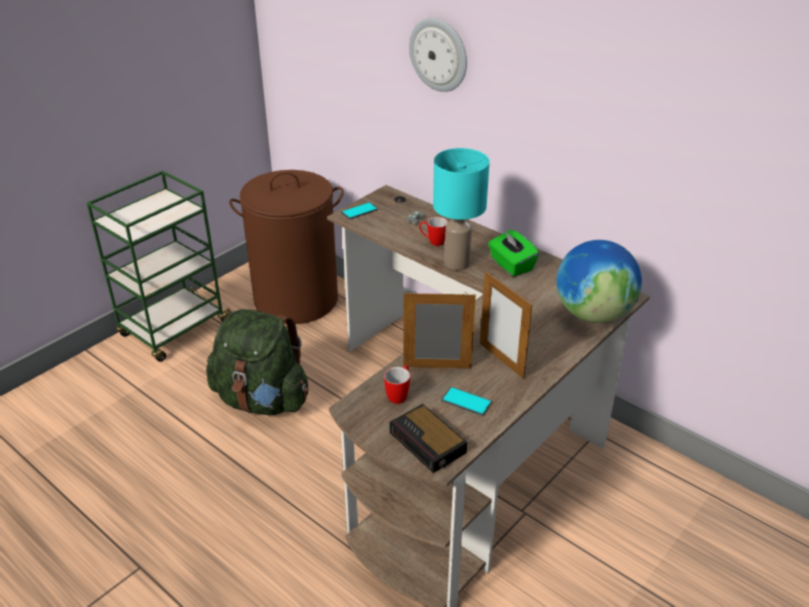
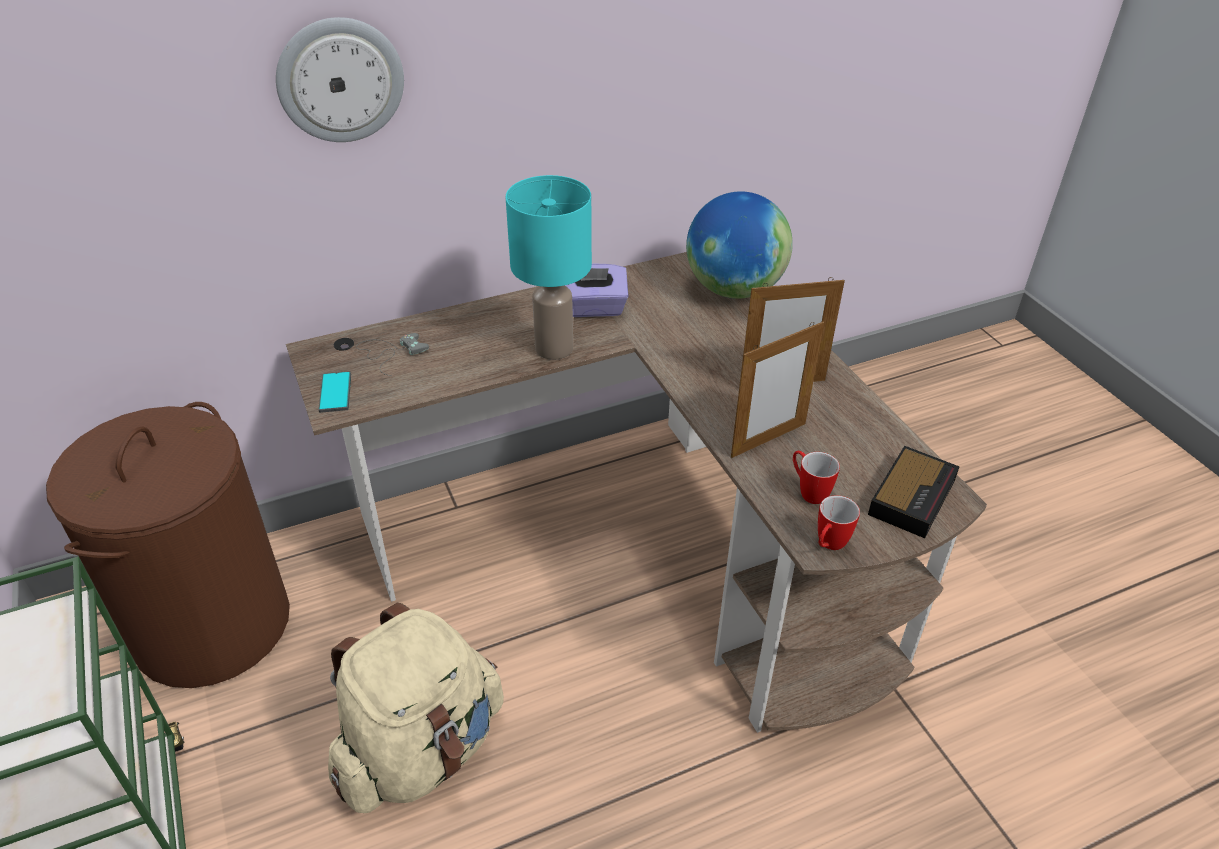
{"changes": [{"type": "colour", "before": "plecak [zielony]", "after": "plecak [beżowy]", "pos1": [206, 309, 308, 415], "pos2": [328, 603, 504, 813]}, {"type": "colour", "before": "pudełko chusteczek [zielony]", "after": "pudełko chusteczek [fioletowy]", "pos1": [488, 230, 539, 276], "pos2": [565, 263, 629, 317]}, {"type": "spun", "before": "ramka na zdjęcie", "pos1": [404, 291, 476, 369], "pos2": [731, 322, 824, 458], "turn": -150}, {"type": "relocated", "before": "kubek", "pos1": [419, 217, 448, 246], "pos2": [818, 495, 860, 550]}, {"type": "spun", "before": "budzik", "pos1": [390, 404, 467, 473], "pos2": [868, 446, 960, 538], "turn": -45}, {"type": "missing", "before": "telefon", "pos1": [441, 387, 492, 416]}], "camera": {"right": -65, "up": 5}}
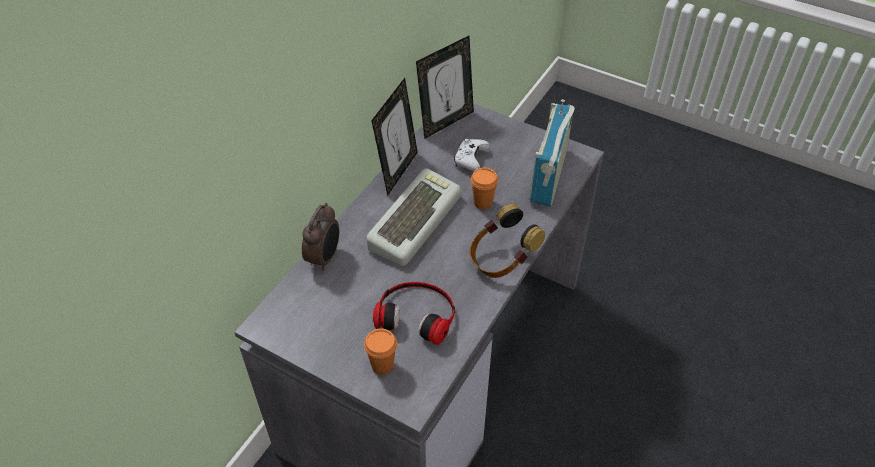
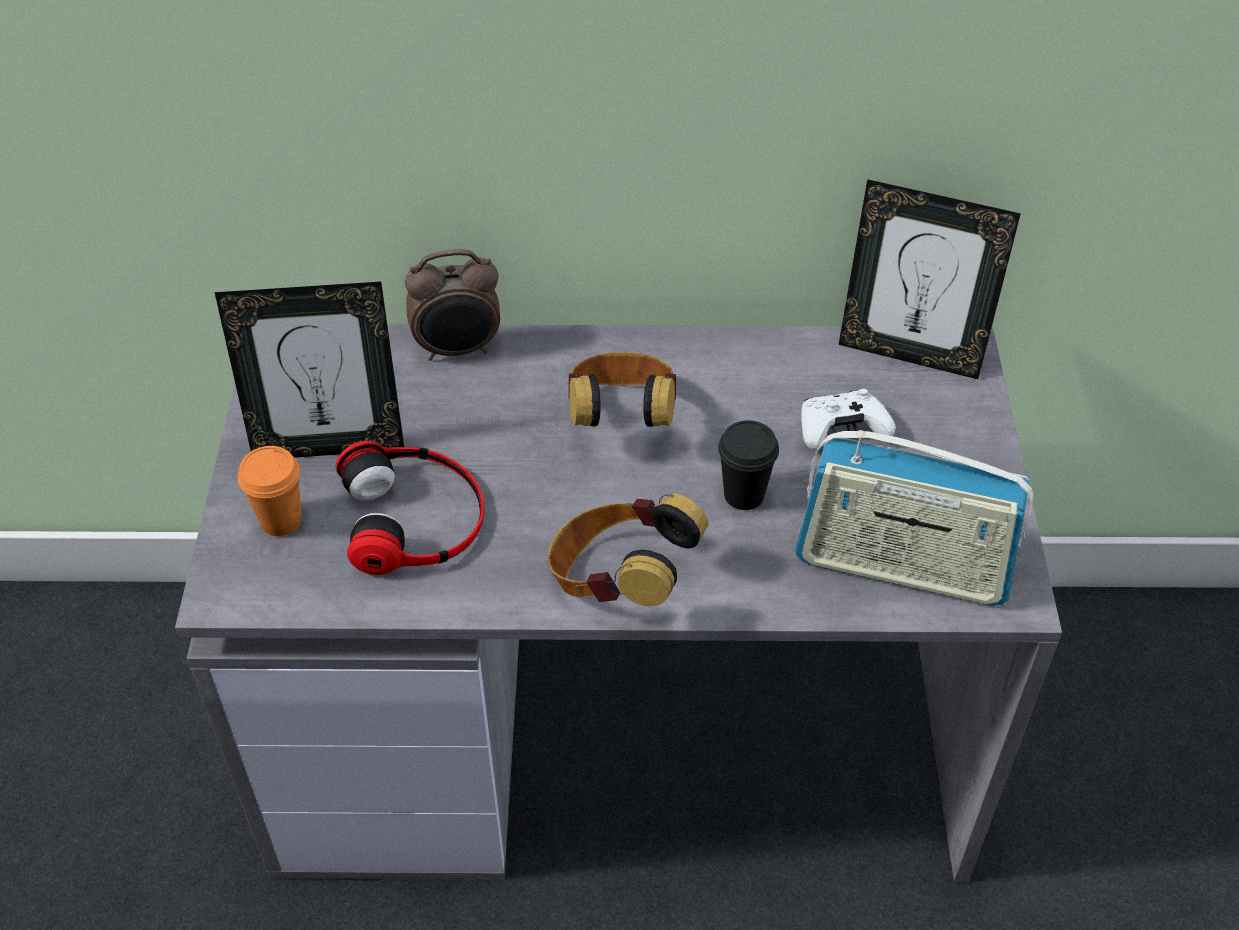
{"changes": [{"type": "relocated", "before": "ramka na zdjęcie", "pos1": [371, 78, 418, 196], "pos2": [215, 282, 404, 458]}, {"type": "exchanged", "before": "klawiatura", "after": "słuchawki", "pos1": [367, 168, 461, 266], "pos2": [568, 352, 676, 427]}, {"type": "colour", "before": "filiżanka [pomarańczowy]", "after": "filiżanka [czarny]", "pos1": [471, 167, 498, 209], "pos2": [718, 420, 779, 510]}, {"type": "spun", "before": "radio", "pos1": [530, 99, 575, 207], "pos2": [795, 430, 1034, 606], "turn": -150}], "camera": {"right": 60, "up": 0}}
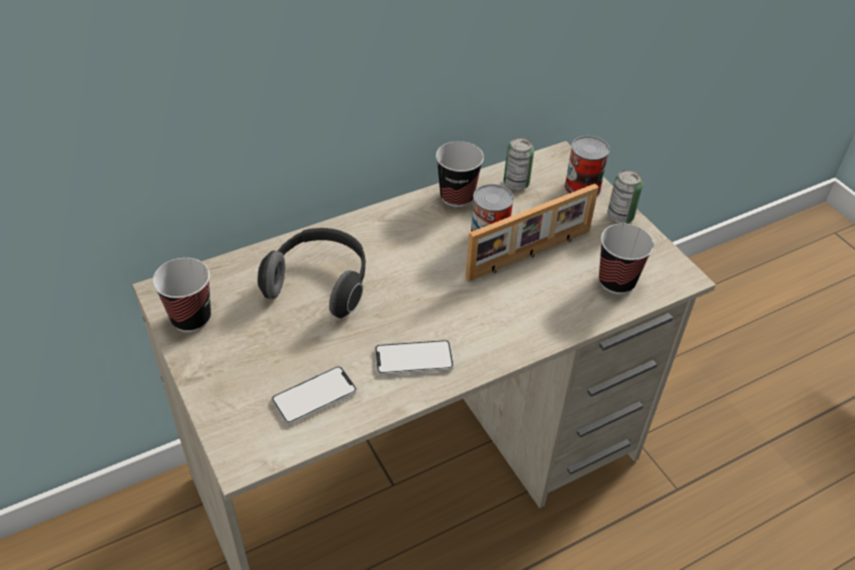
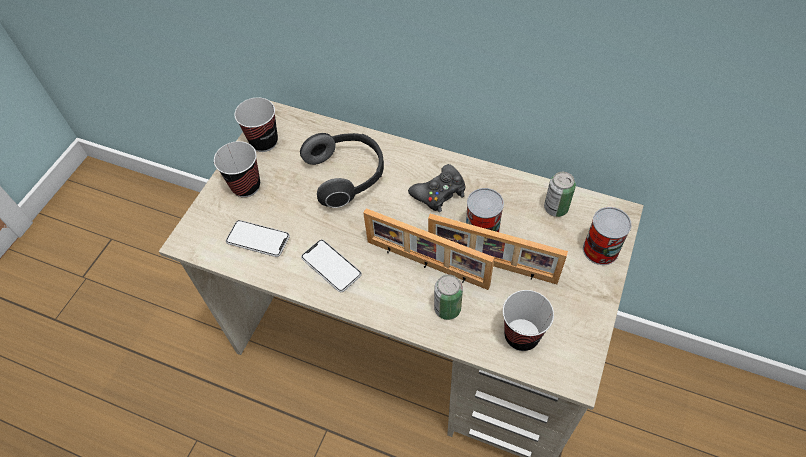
{"changes": [{"type": "relocated", "before": "filiżanka", "pos1": [436, 141, 484, 207], "pos2": [214, 141, 260, 197]}, {"type": "appeared", "after": "ramka na zdjęcie", "pos2": [363, 208, 495, 290]}, {"type": "appeared", "after": "pad do gier [czarny]", "pos2": [408, 164, 465, 212]}, {"type": "relocated", "before": "puszka", "pos1": [607, 170, 643, 224], "pos2": [434, 274, 463, 320]}], "camera": {"right": 55, "up": 10}}
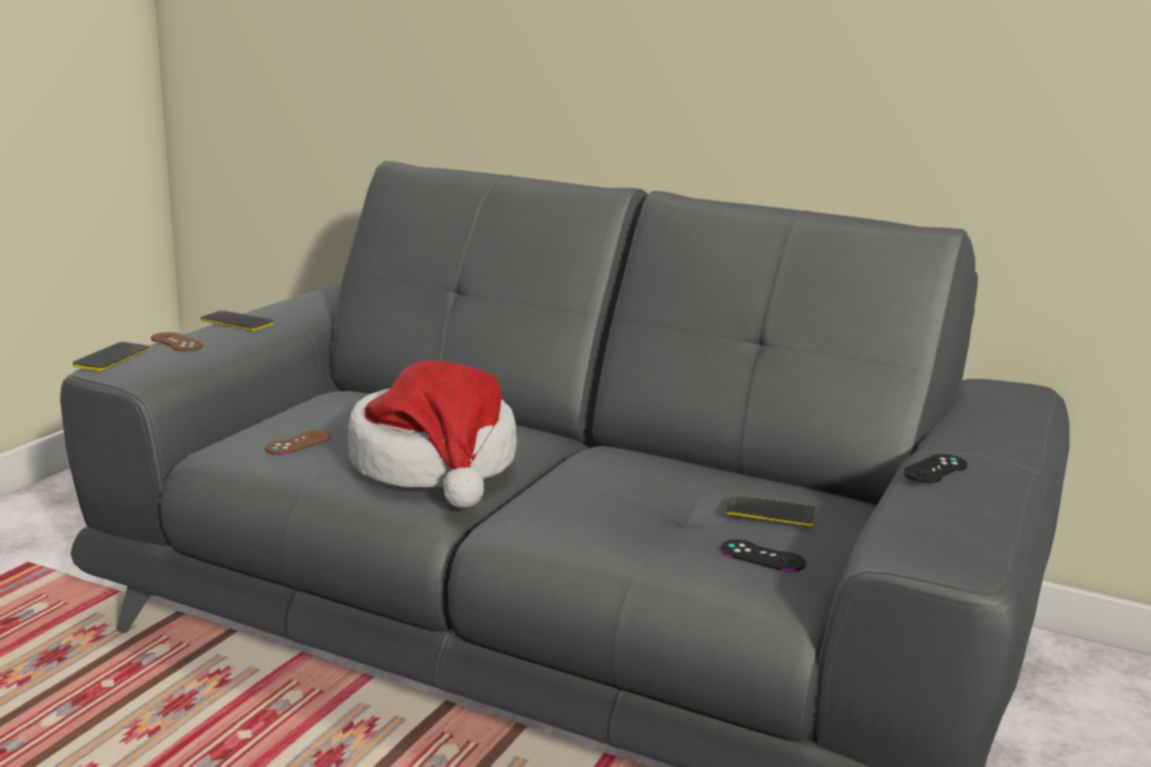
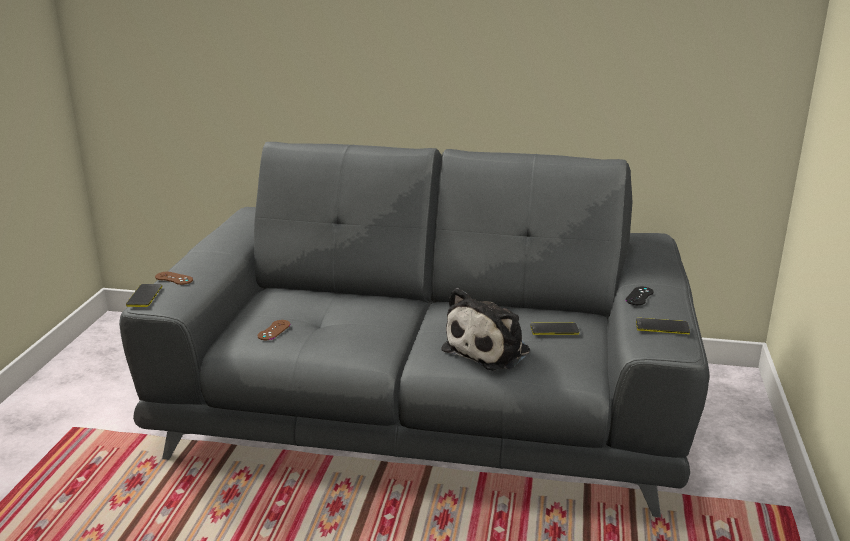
{"changes": [{"type": "appeared", "after": "pluszak", "pos2": [441, 288, 530, 370]}, {"type": "relocated", "before": "telefon", "pos1": [201, 310, 274, 331], "pos2": [636, 318, 690, 334]}, {"type": "missing", "before": "kapelusz", "pos1": [348, 360, 517, 508]}, {"type": "missing", "before": "pad do gier [czarny]", "pos1": [721, 540, 806, 572]}], "camera": {"right": -15, "up": 5}}
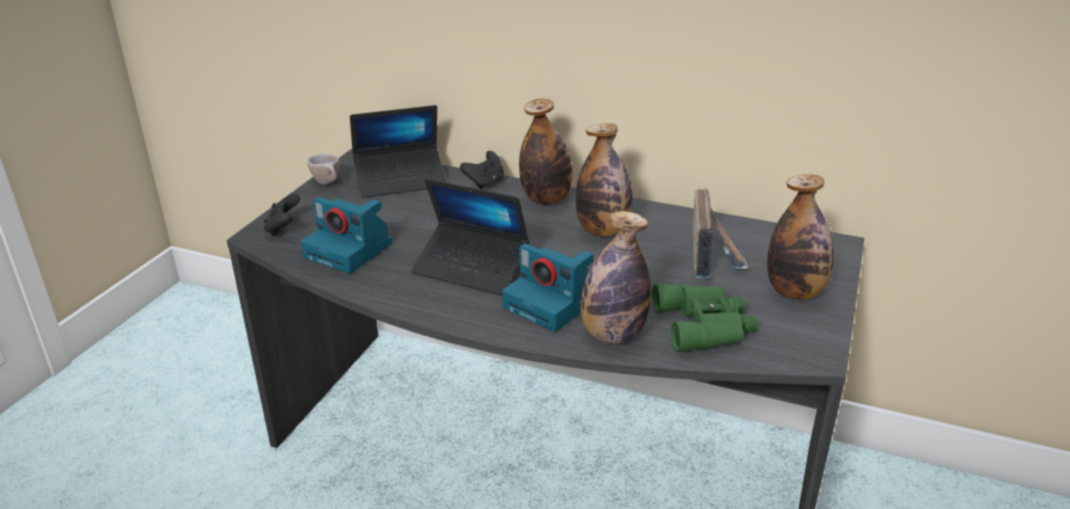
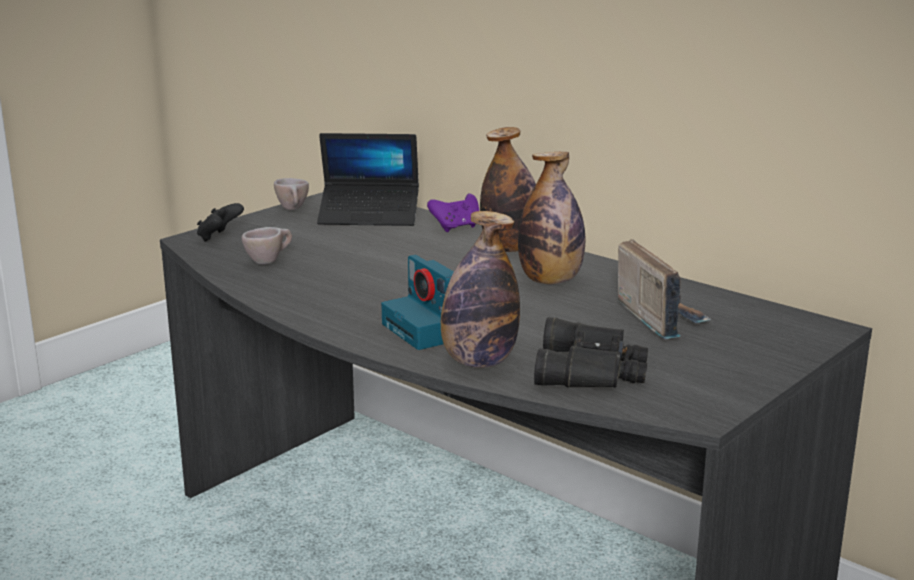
{"changes": [{"type": "exchanged", "before": "aparat fotograficzny", "after": "filiżanka [beżowy]", "pos1": [301, 197, 392, 273], "pos2": [242, 227, 292, 265]}, {"type": "colour", "before": "pad do gier [czarny]", "after": "pad do gier [fioletowy]", "pos1": [460, 151, 504, 189], "pos2": [427, 193, 479, 232]}, {"type": "colour", "before": "lornetka [zielony]", "after": "lornetka [czarny]", "pos1": [652, 283, 758, 352], "pos2": [534, 317, 648, 388]}, {"type": "spun", "before": "radio", "pos1": [693, 188, 749, 278], "pos2": [618, 239, 711, 339], "turn": -45}, {"type": "missing", "before": "laptop", "pos1": [411, 179, 529, 295]}, {"type": "missing", "before": "butelka", "pos1": [767, 174, 834, 300]}], "camera": {"right": 20, "up": -10}}
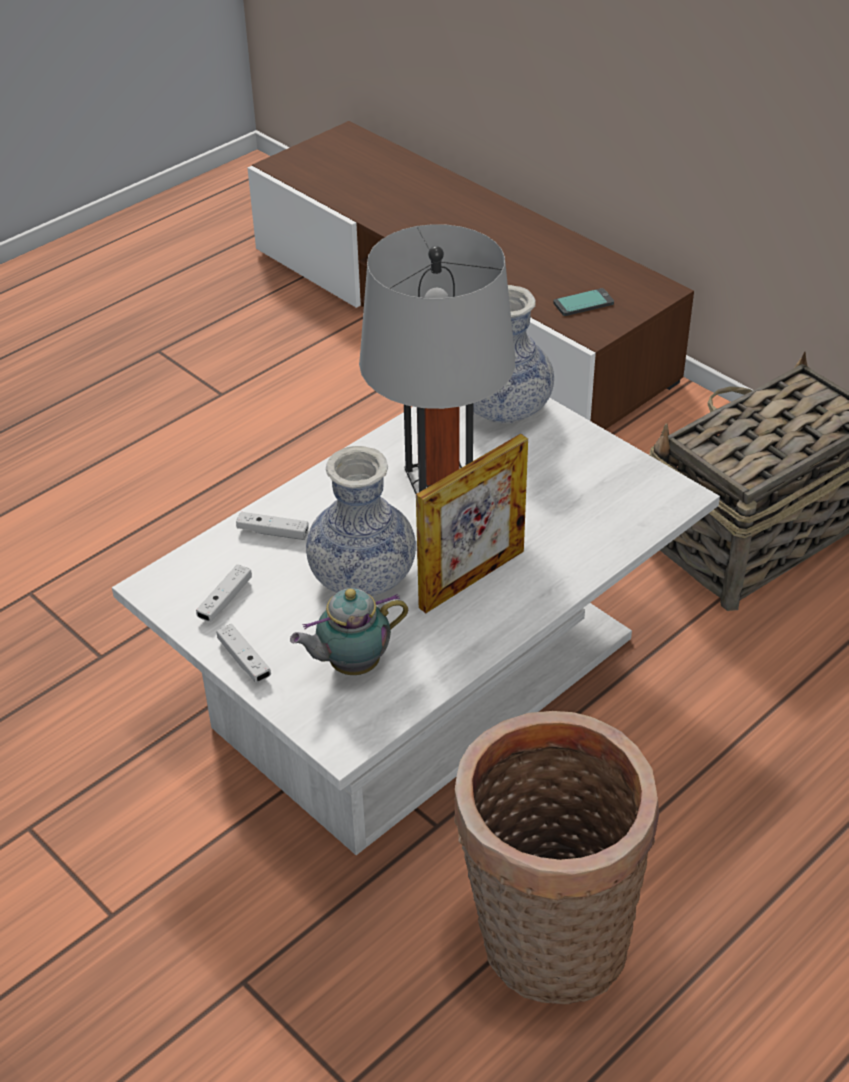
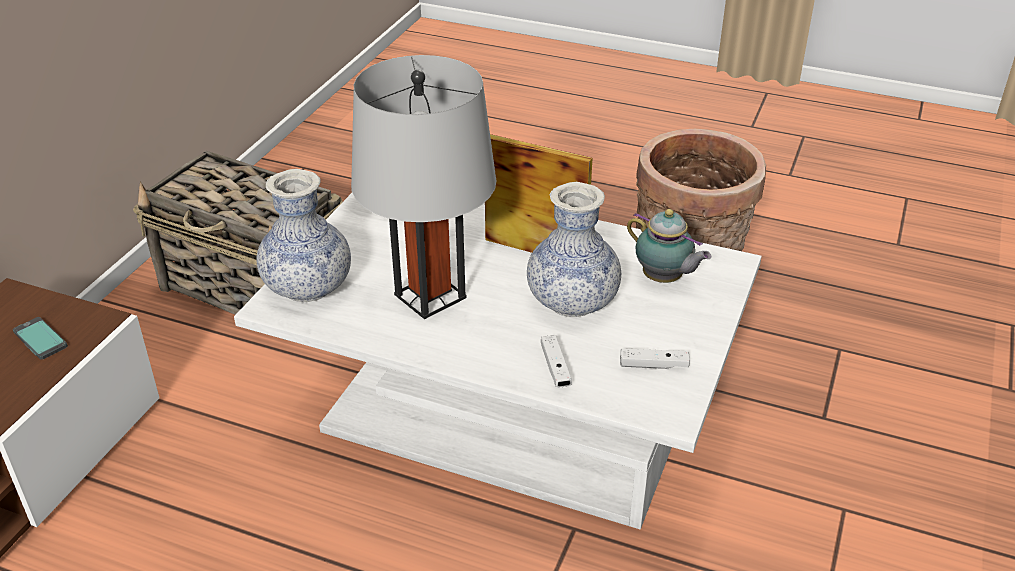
{"changes": [{"type": "missing", "before": "pad do gier [biały]", "pos1": [216, 624, 271, 682]}], "camera": {"right": -115, "up": -5}}
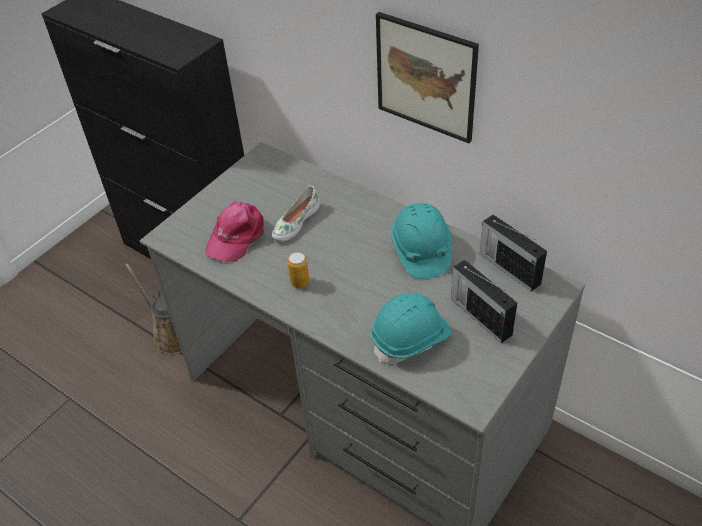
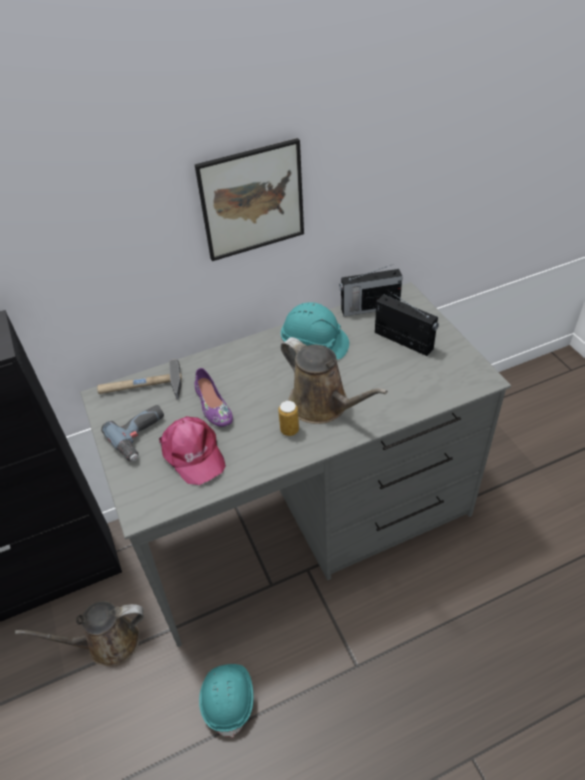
{"changes": [{"type": "appeared", "after": "młotek", "pos2": [97, 359, 182, 400]}, {"type": "appeared", "after": "wiertarka", "pos2": [101, 405, 164, 461]}, {"type": "colour", "before": "but [biały]", "after": "but [fioletowy]", "pos1": [272, 186, 320, 241], "pos2": [195, 368, 233, 427]}, {"type": "relocated", "before": "kask [turkusowy]", "pos1": [371, 293, 452, 364], "pos2": [199, 664, 253, 738]}, {"type": "appeared", "after": "konewka [brązowy]", "pos2": [281, 337, 388, 424]}, {"type": "spun", "before": "radio", "pos1": [451, 260, 517, 343], "pos2": [375, 291, 439, 356], "turn": -135}], "camera": {"right": -60, "up": 0}}
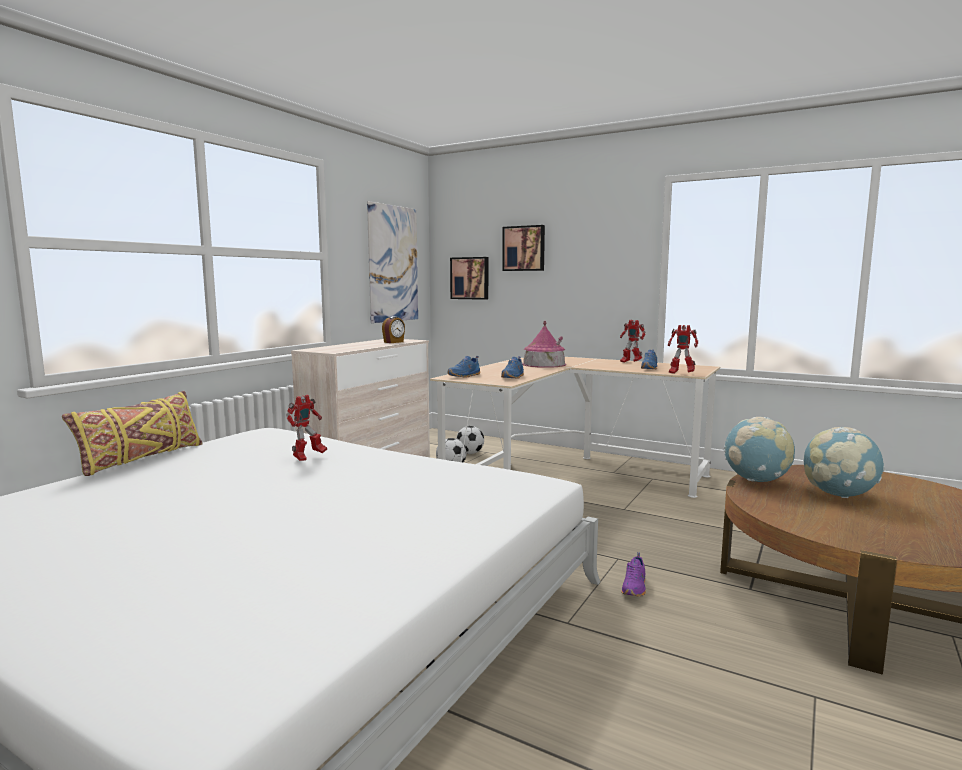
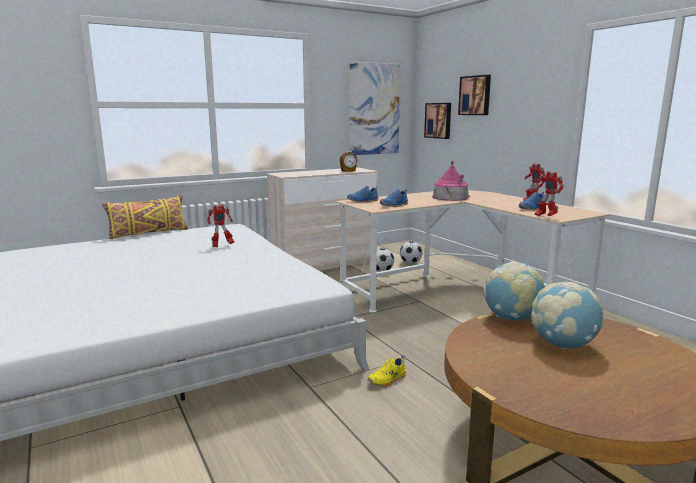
{"changes": [{"type": "colour", "before": "but [fioletowy]", "after": "but [żółty]", "pos1": [621, 552, 646, 596], "pos2": [368, 355, 406, 387]}], "camera": {"right": 30, "up": 5}}
